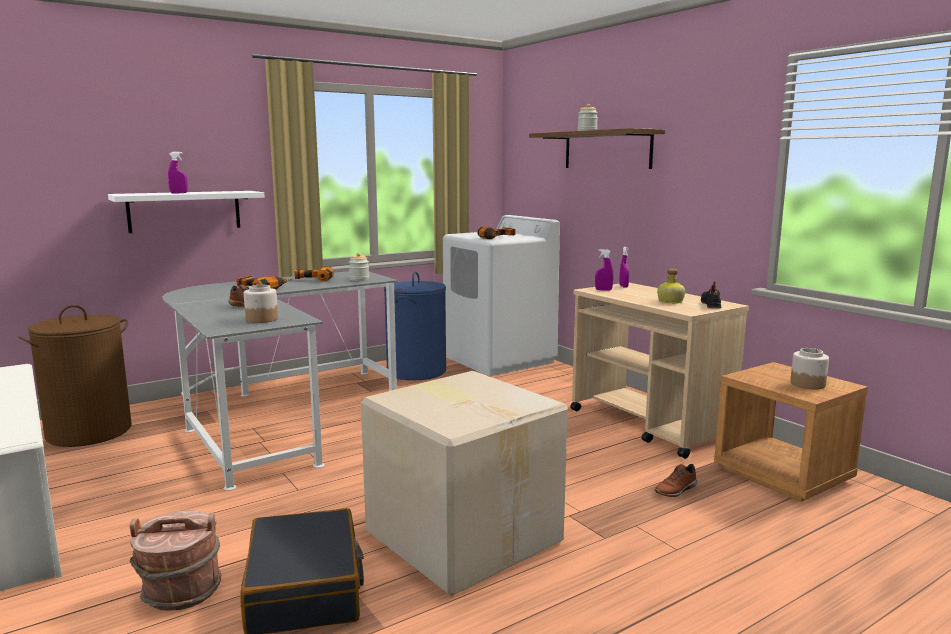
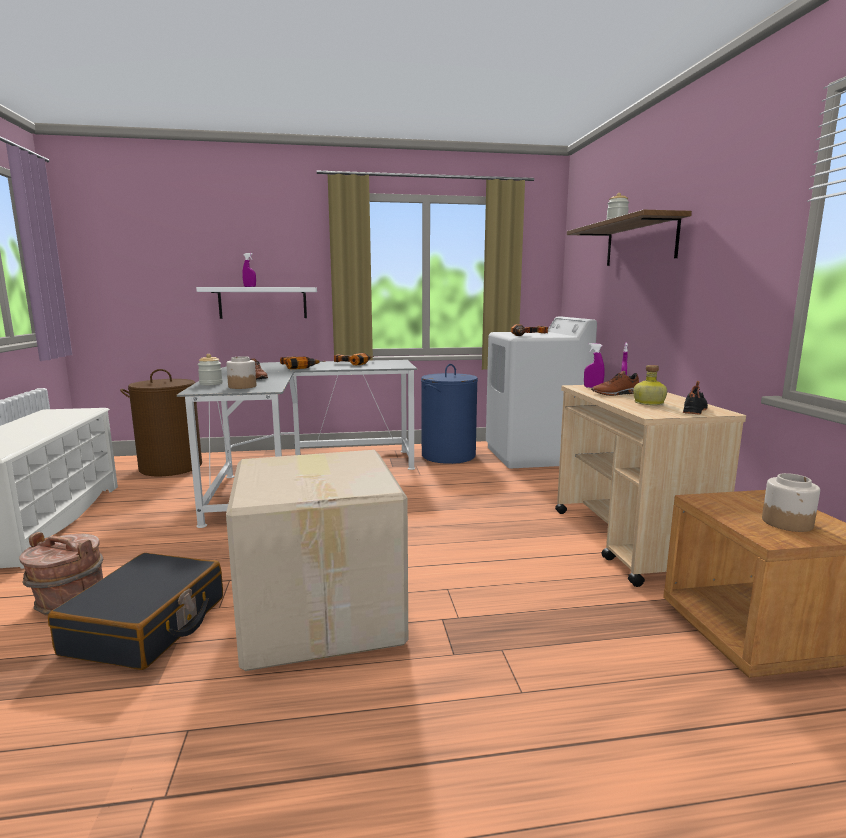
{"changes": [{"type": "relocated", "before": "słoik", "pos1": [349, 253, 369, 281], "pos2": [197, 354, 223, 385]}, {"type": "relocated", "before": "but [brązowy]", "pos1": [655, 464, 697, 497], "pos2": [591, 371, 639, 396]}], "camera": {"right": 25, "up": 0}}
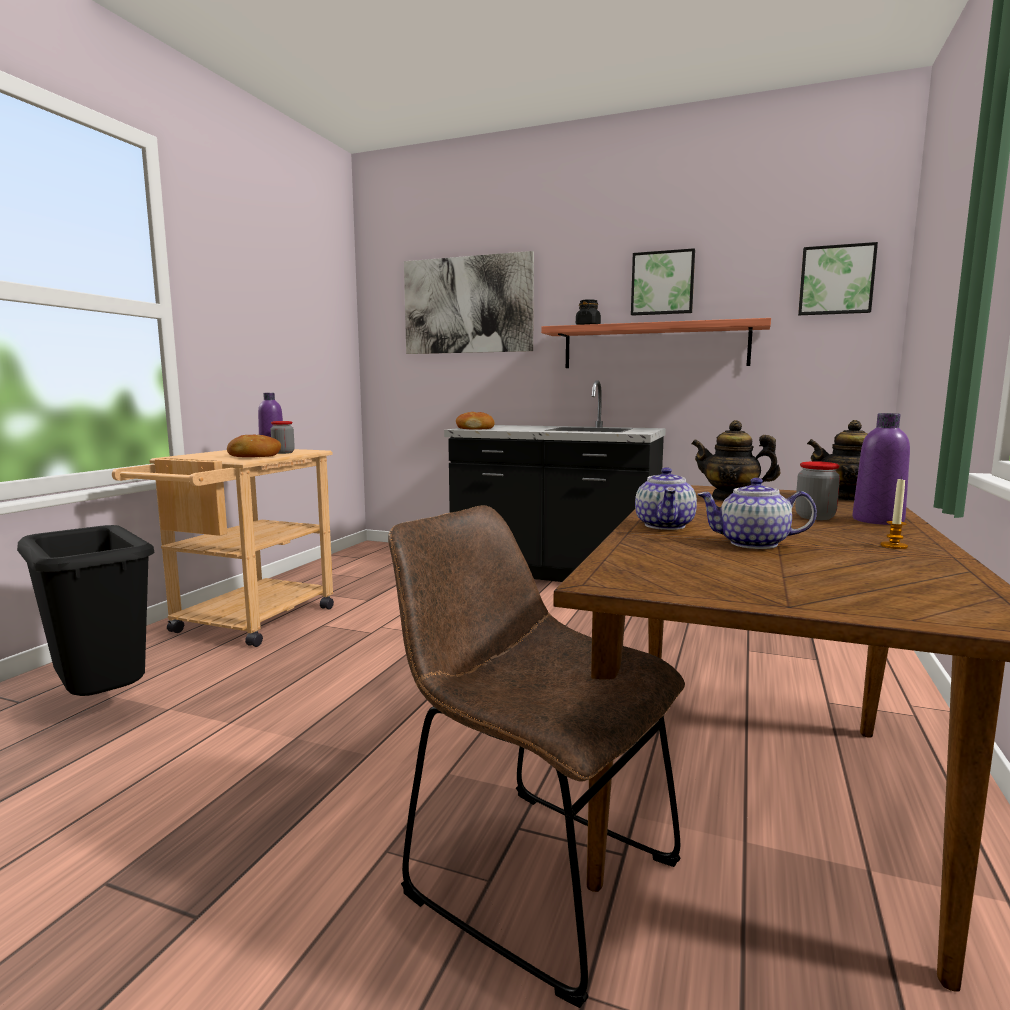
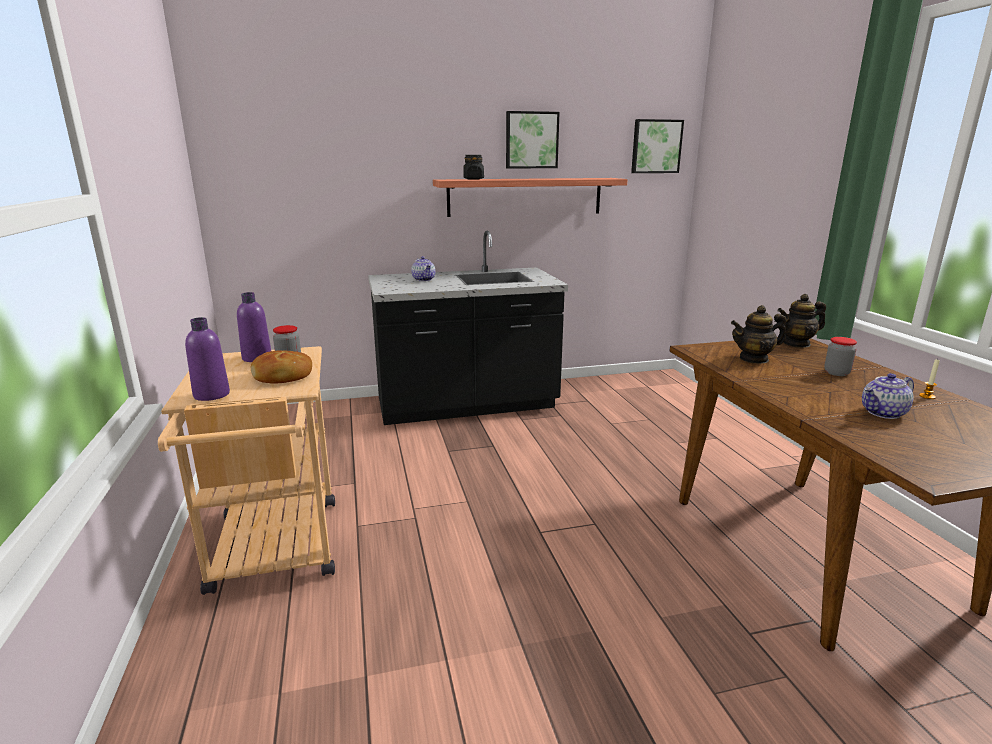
{"changes": [{"type": "relocated", "before": "butelka [fioletowy]", "pos1": [852, 413, 910, 525], "pos2": [185, 317, 230, 401]}, {"type": "relocated", "before": "imbryk", "pos1": [635, 467, 697, 530], "pos2": [411, 256, 436, 281]}, {"type": "missing", "before": "kosz na śmieci [czarny]", "pos1": [17, 525, 155, 696]}, {"type": "missing", "before": "krzesło [brązowy]", "pos1": [388, 505, 685, 1008]}, {"type": "missing", "before": "obraz", "pos1": [404, 251, 534, 354]}, {"type": "missing", "before": "chleb", "pos1": [456, 412, 495, 430]}], "camera": {"right": -35, "up": 10}}
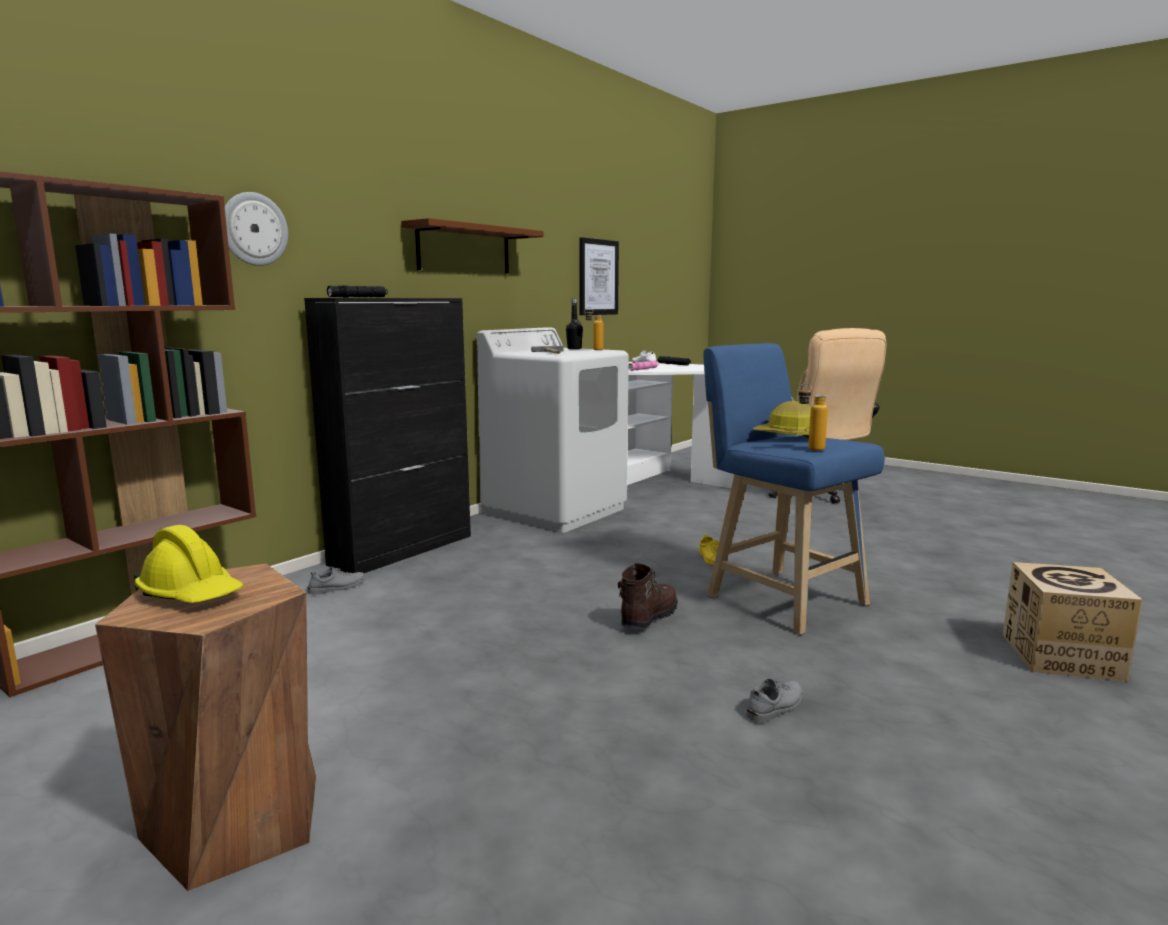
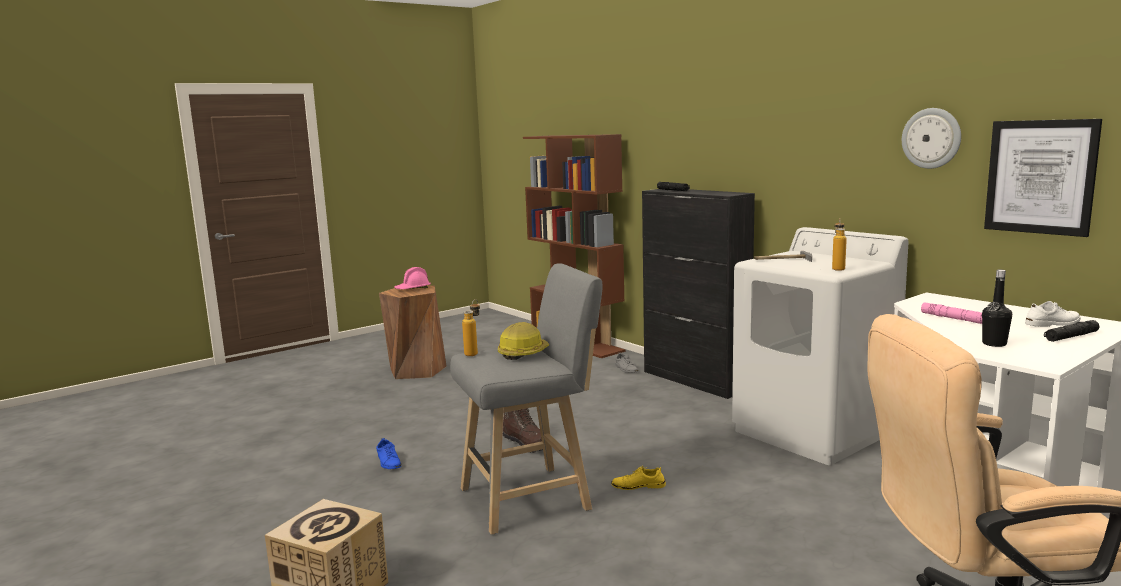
{"changes": [{"type": "colour", "before": "but [szary]", "after": "but [niebieski]", "pos1": [746, 678, 803, 723], "pos2": [376, 438, 401, 469]}, {"type": "colour", "before": "kask [żółty]", "after": "kask [różowy]", "pos1": [135, 525, 244, 603], "pos2": [394, 267, 431, 289]}, {"type": "colour", "before": "stołek [niebieski]", "after": "stołek [szary]", "pos1": [703, 343, 885, 635], "pos2": [450, 263, 602, 535]}, {"type": "relocated", "before": "zegar ścienny", "pos1": [225, 192, 288, 266], "pos2": [902, 108, 961, 169]}, {"type": "relocated", "before": "butelka [czarny]", "pos1": [566, 299, 583, 349], "pos2": [982, 270, 1012, 347]}, {"type": "missing", "before": "półka [brązowy]", "pos1": [401, 218, 544, 274]}], "camera": {"right": 105, "up": 0}}
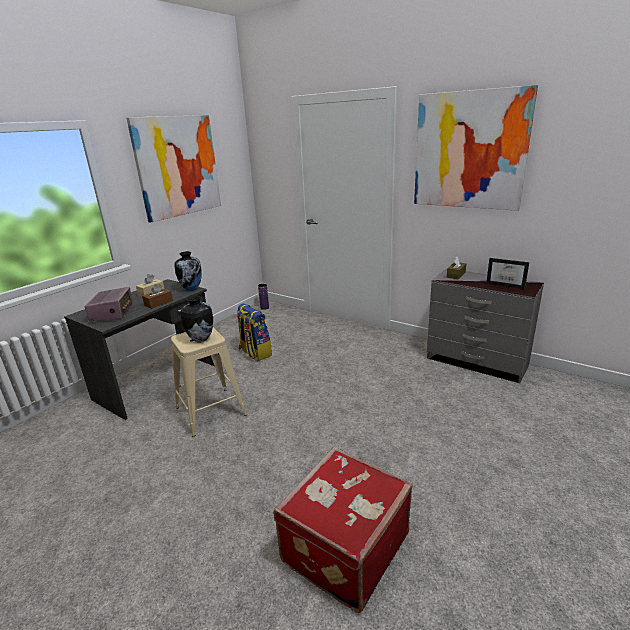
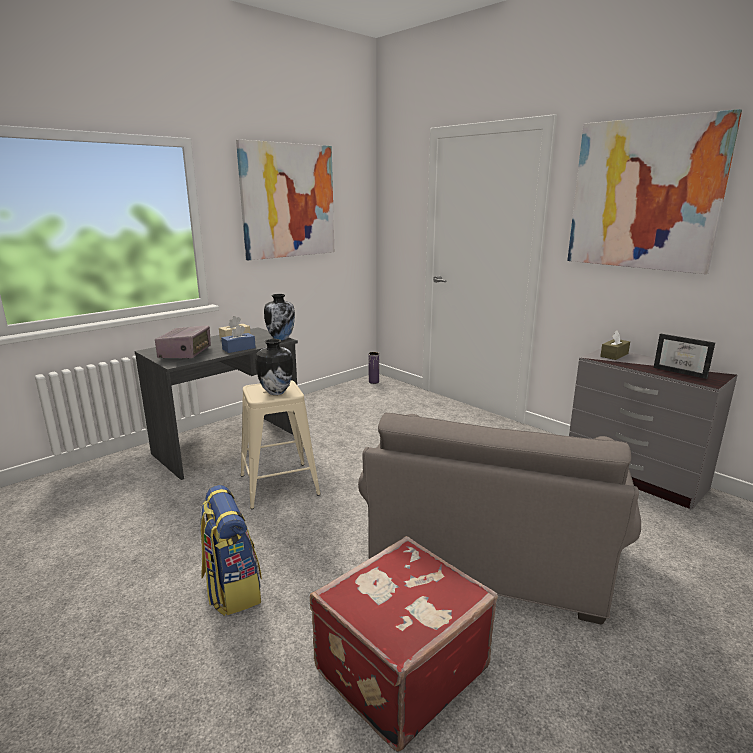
{"changes": [{"type": "relocated", "before": "plecak", "pos1": [236, 303, 272, 361], "pos2": [200, 485, 262, 616]}, {"type": "colour", "before": "pudełko chusteczek [brązowy]", "after": "pudełko chusteczek [niebieski]", "pos1": [142, 284, 173, 309], "pos2": [221, 325, 256, 353]}, {"type": "appeared", "after": "fotel [szary]", "pos2": [358, 413, 641, 625]}], "camera": {"right": 10, "up": -5}}
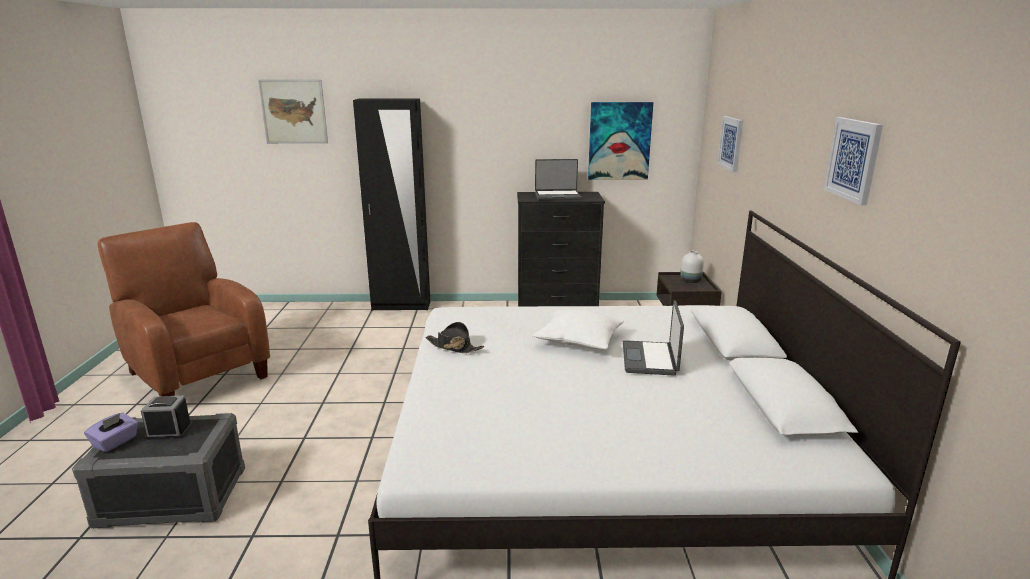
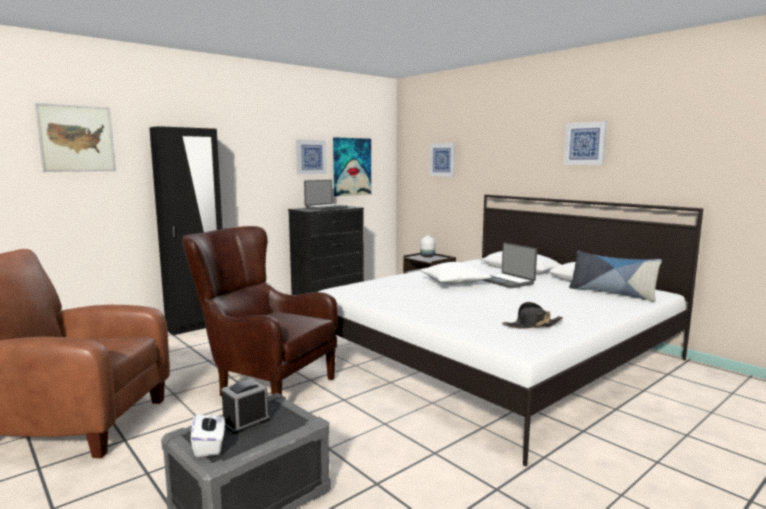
{"changes": [{"type": "appeared", "after": "fotel [brązowy]", "pos2": [182, 226, 338, 396]}, {"type": "colour", "before": "pudełko chusteczek [fioletowy]", "after": "pudełko chusteczek [biały]", "pos1": [84, 413, 138, 452], "pos2": [191, 409, 225, 457]}, {"type": "appeared", "after": "obraz", "pos2": [296, 140, 327, 174]}, {"type": "relocated", "before": "kapelusz [czarny]", "pos1": [426, 322, 484, 353], "pos2": [502, 302, 563, 329]}, {"type": "appeared", "after": "poduszka", "pos2": [569, 251, 662, 302]}], "camera": {"right": -40, "up": -10}}
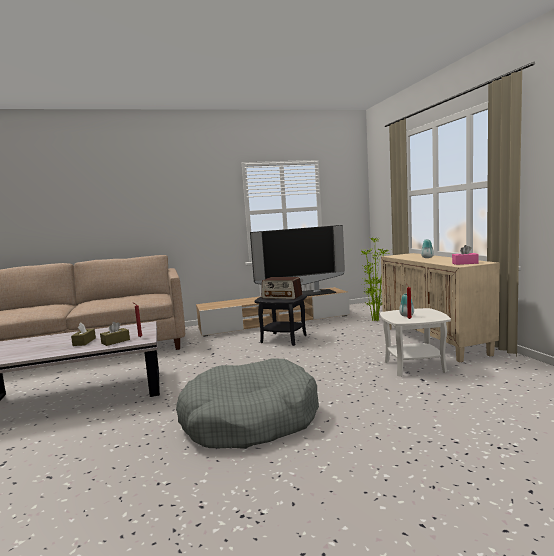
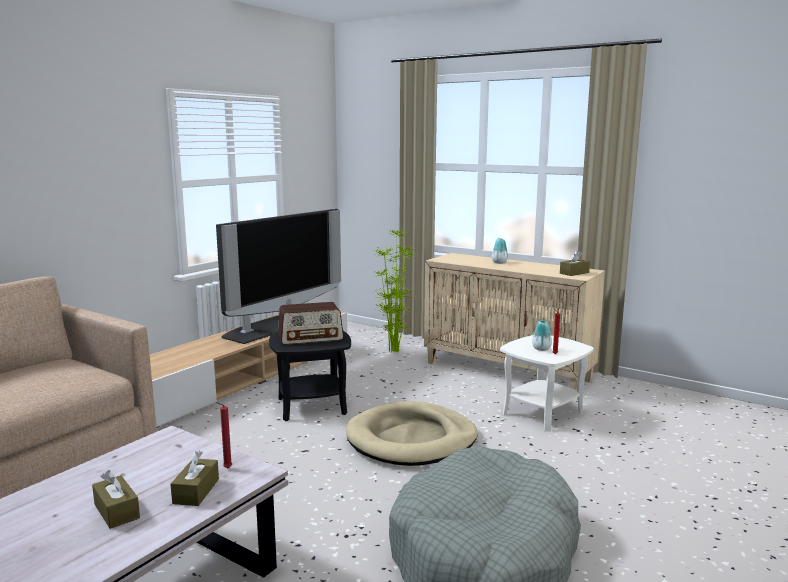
{"changes": [{"type": "appeared", "after": "legowisko [beżowy]", "pos2": [346, 401, 478, 466]}, {"type": "colour", "before": "pudełko chusteczek [różowy]", "after": "pudełko chusteczek [brązowy]", "pos1": [452, 245, 479, 265], "pos2": [560, 250, 590, 276]}], "camera": {"right": -40, "up": 5}}
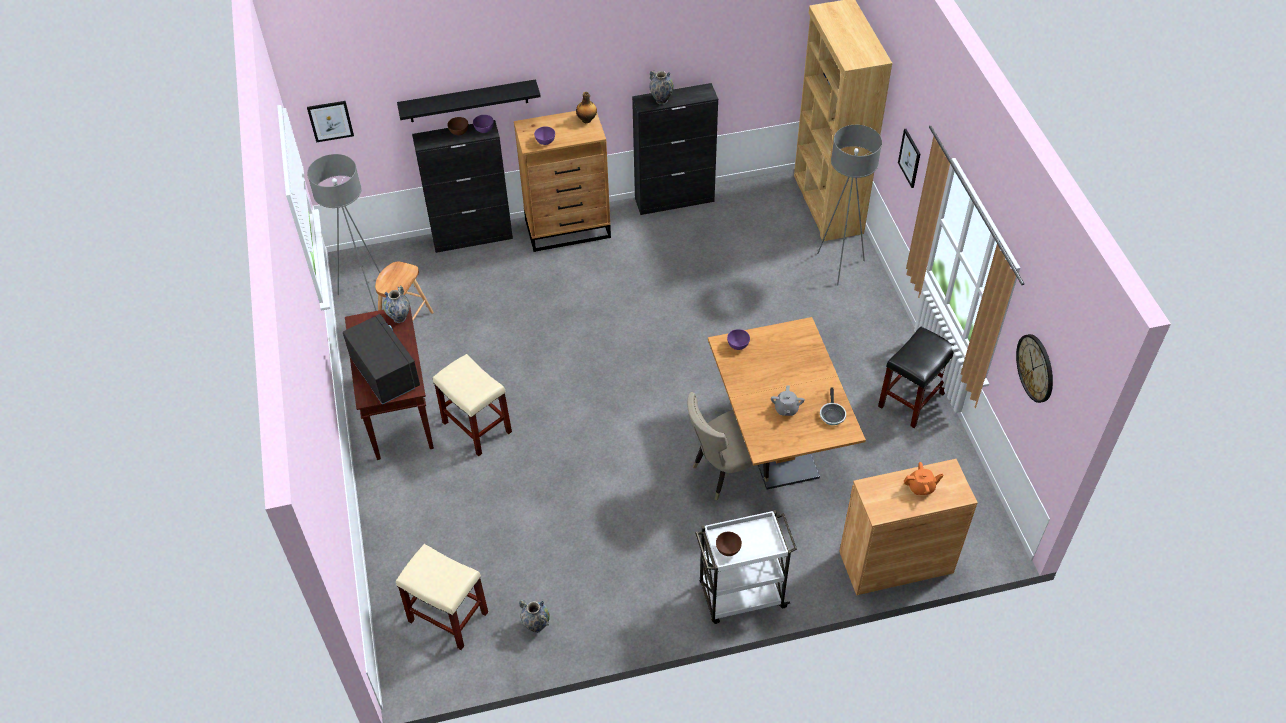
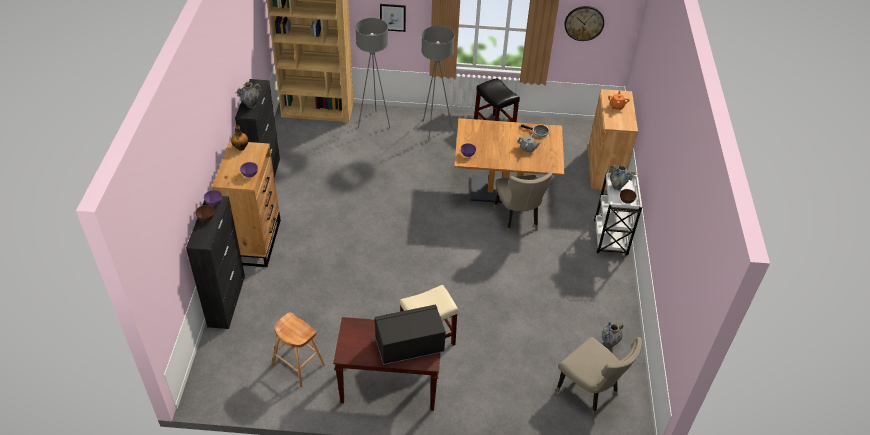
{"changes": [{"type": "relocated", "before": "lampa stojąca [szary]", "pos1": [307, 154, 380, 311], "pos2": [421, 26, 455, 142]}, {"type": "exchanged", "before": "stołek [beżowy]", "after": "krzesło [beżowy]", "pos1": [396, 544, 488, 650], "pos2": [556, 337, 642, 417]}, {"type": "relocated", "before": "wazon", "pos1": [383, 286, 410, 323], "pos2": [609, 165, 633, 190]}, {"type": "missing", "before": "obraz", "pos1": [307, 101, 354, 142]}, {"type": "missing", "before": "półka [czarny]", "pos1": [397, 79, 541, 122]}], "camera": {"right": -75, "up": -5}}
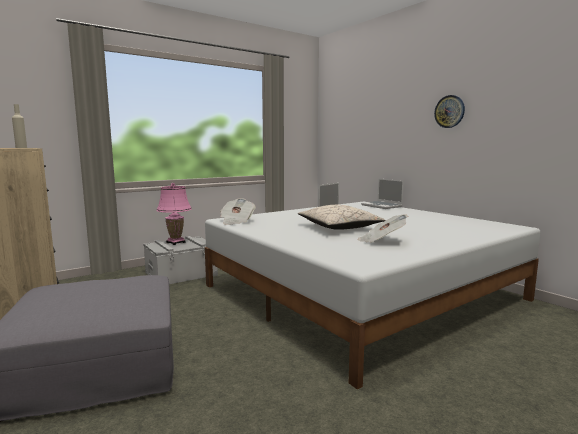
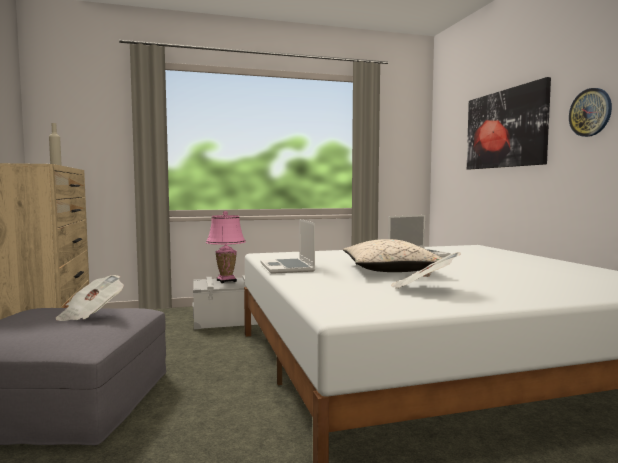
{"changes": [{"type": "relocated", "before": "gazeta", "pos1": [220, 198, 256, 225], "pos2": [56, 275, 124, 321]}, {"type": "relocated", "before": "laptop", "pos1": [361, 178, 404, 209], "pos2": [261, 219, 315, 274]}, {"type": "appeared", "after": "obraz", "pos2": [467, 77, 551, 169]}], "camera": {"right": 20, "up": -5}}
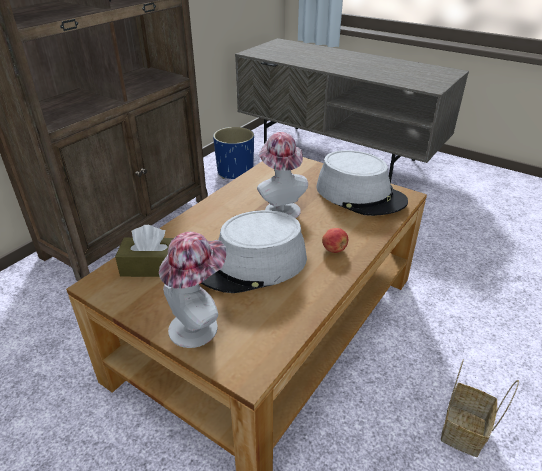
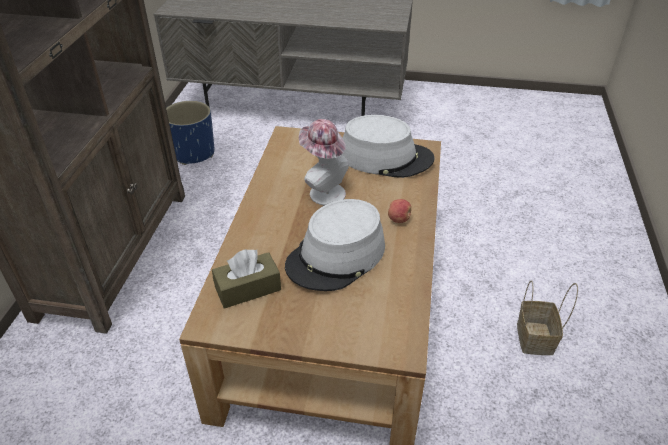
{"changes": [{"type": "missing", "before": "kapelusz", "pos1": [159, 232, 226, 348]}], "camera": {"right": -25, "up": 5}}
